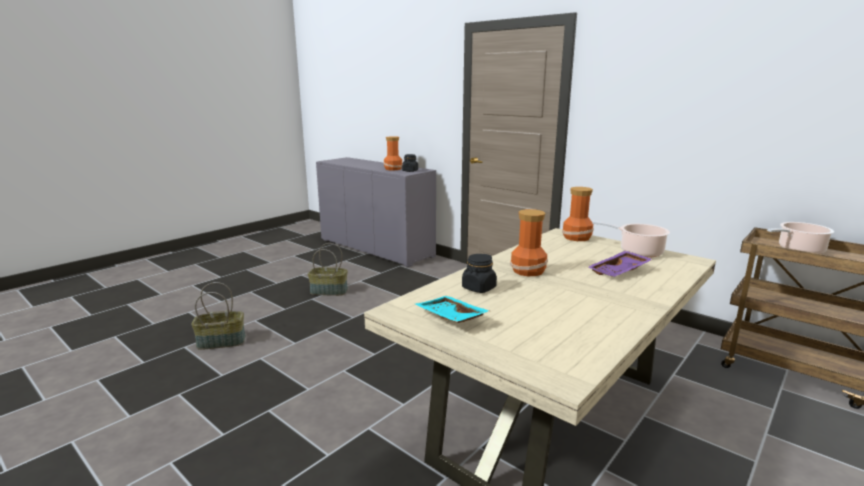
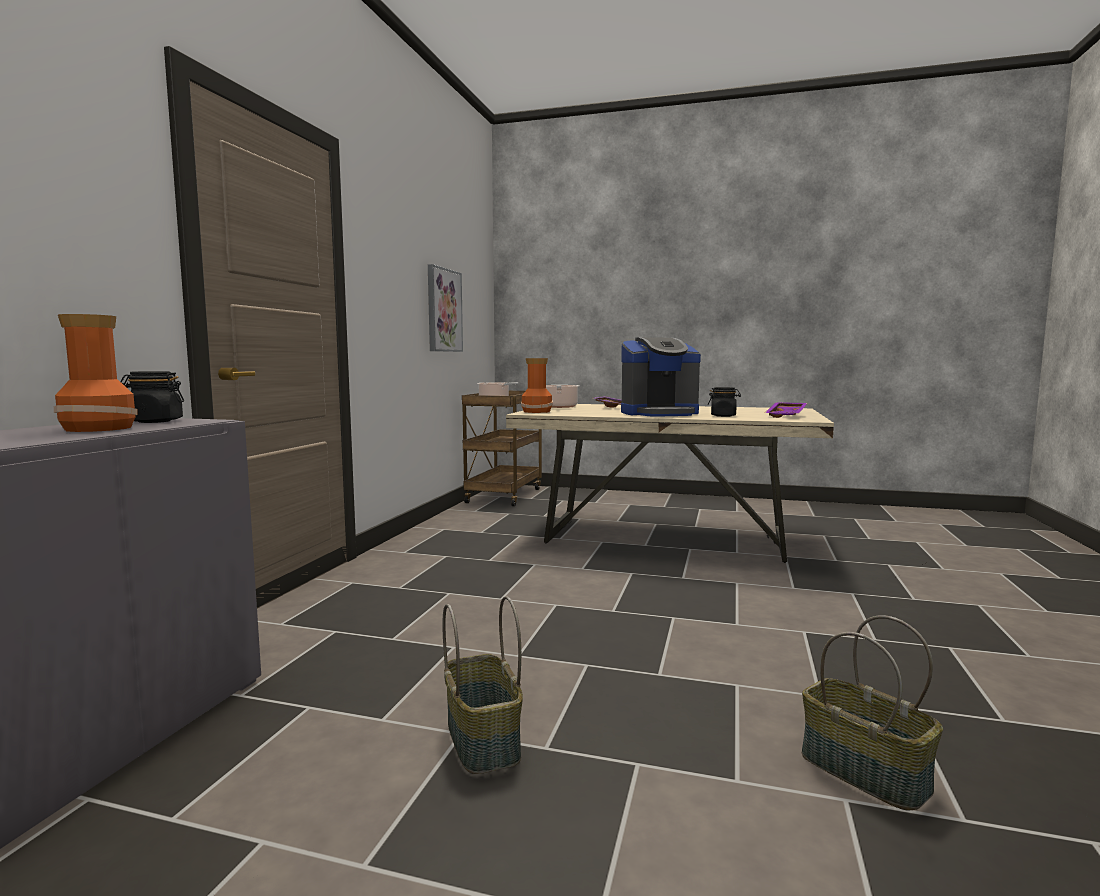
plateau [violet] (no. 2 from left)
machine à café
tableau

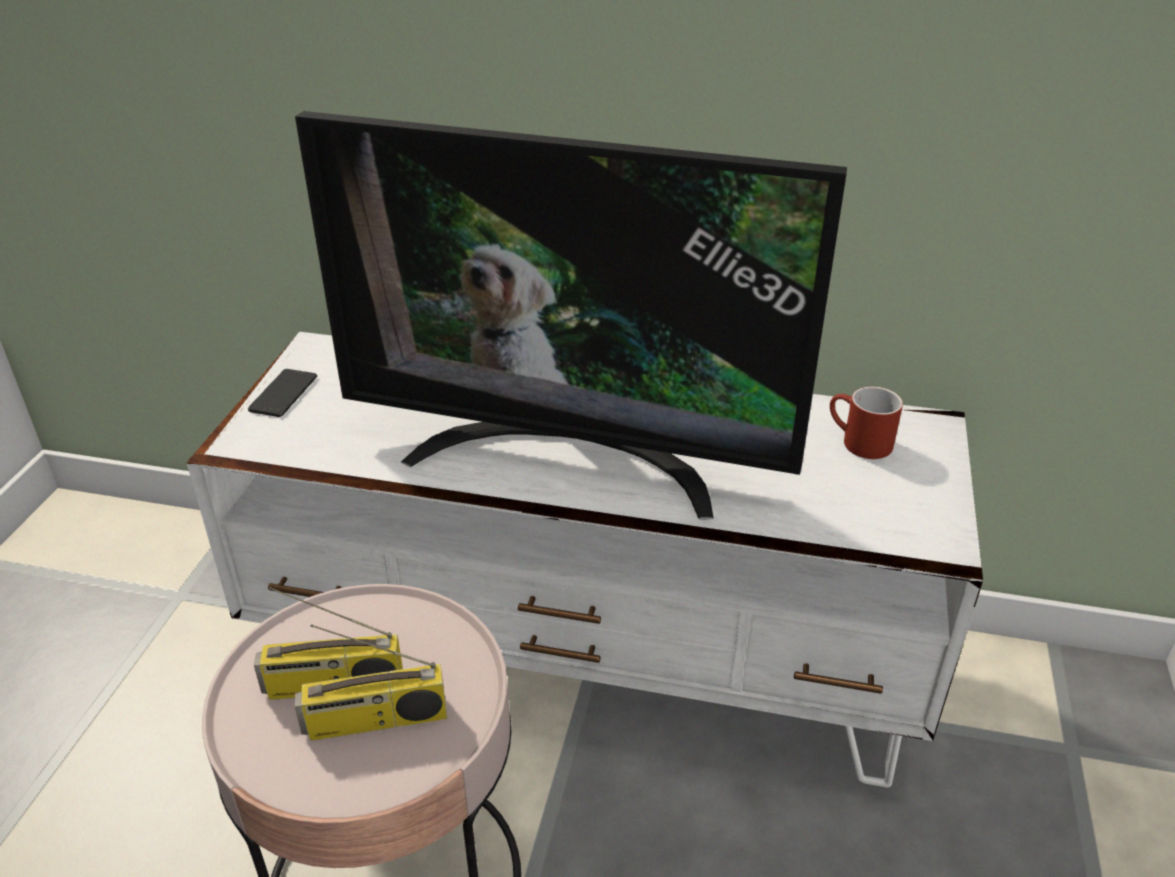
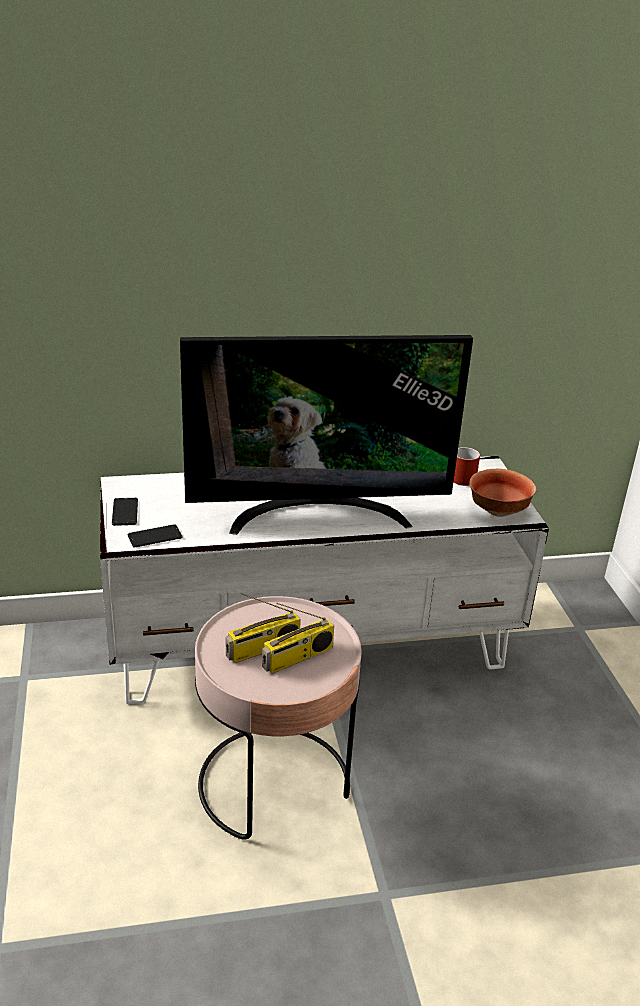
téléphone (no. 2 from left)
bol

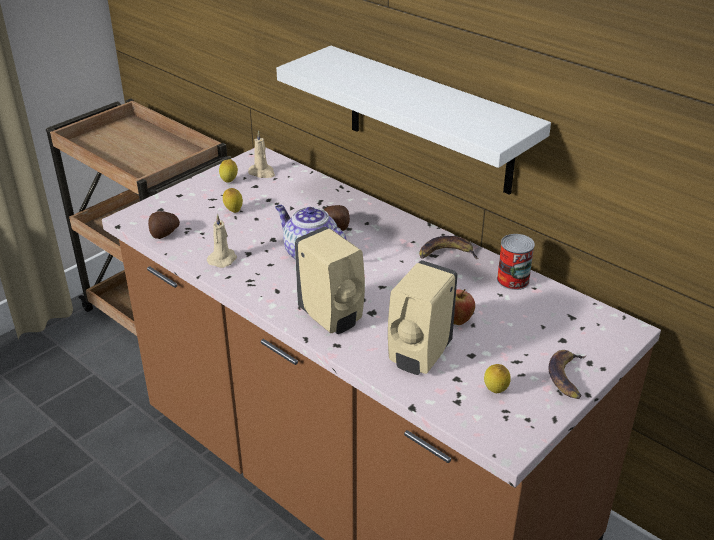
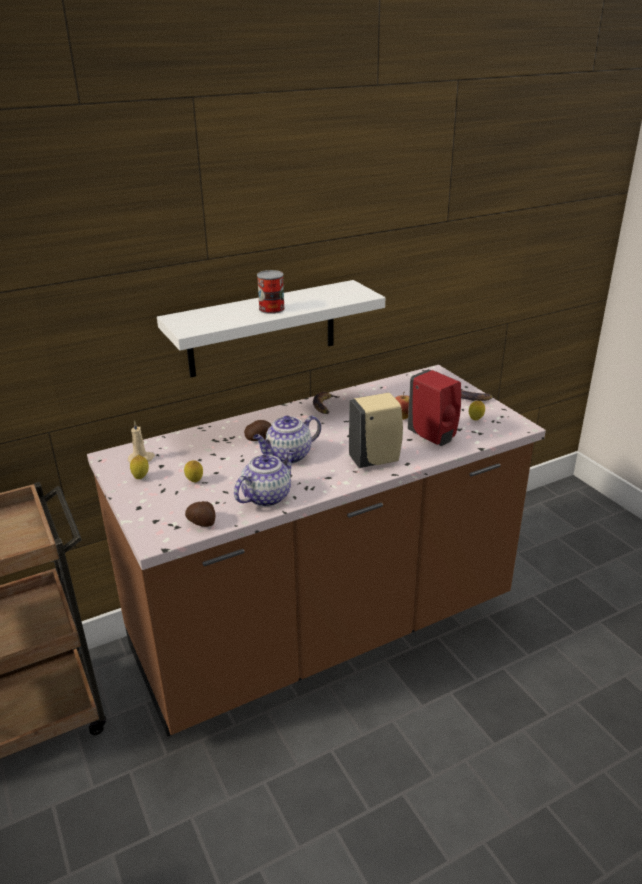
théière (no. 1 from left)
distributeur de savon [rouge]
boîte métallique

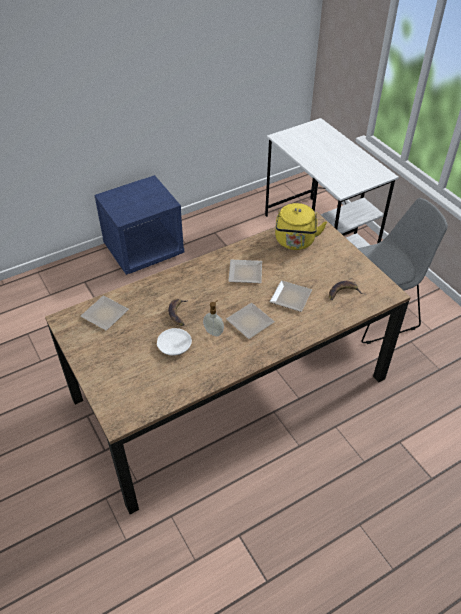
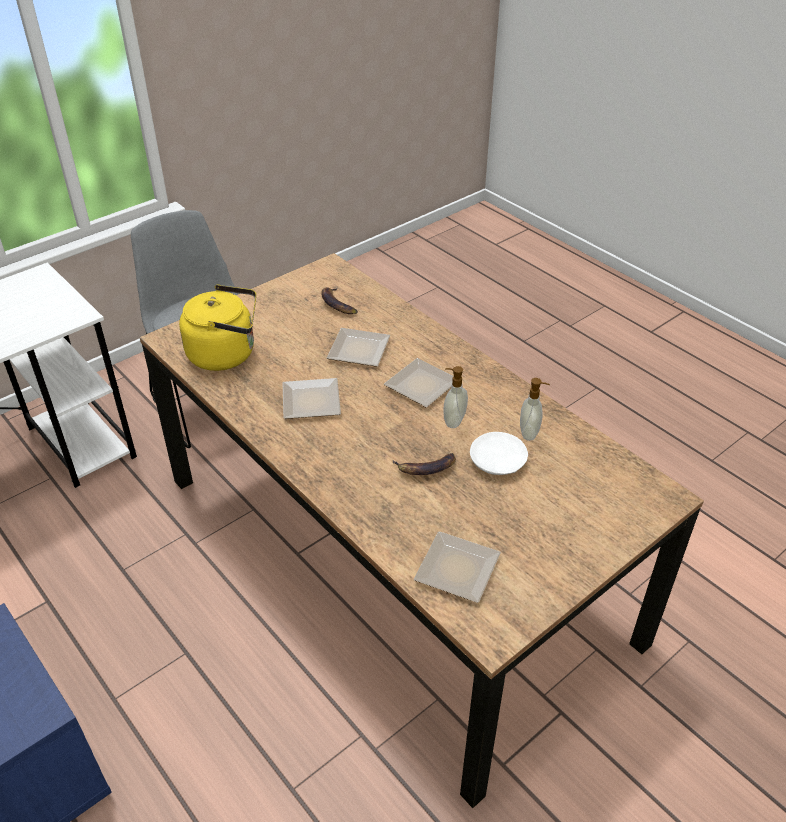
distributeur de savon (no. 2 from left)

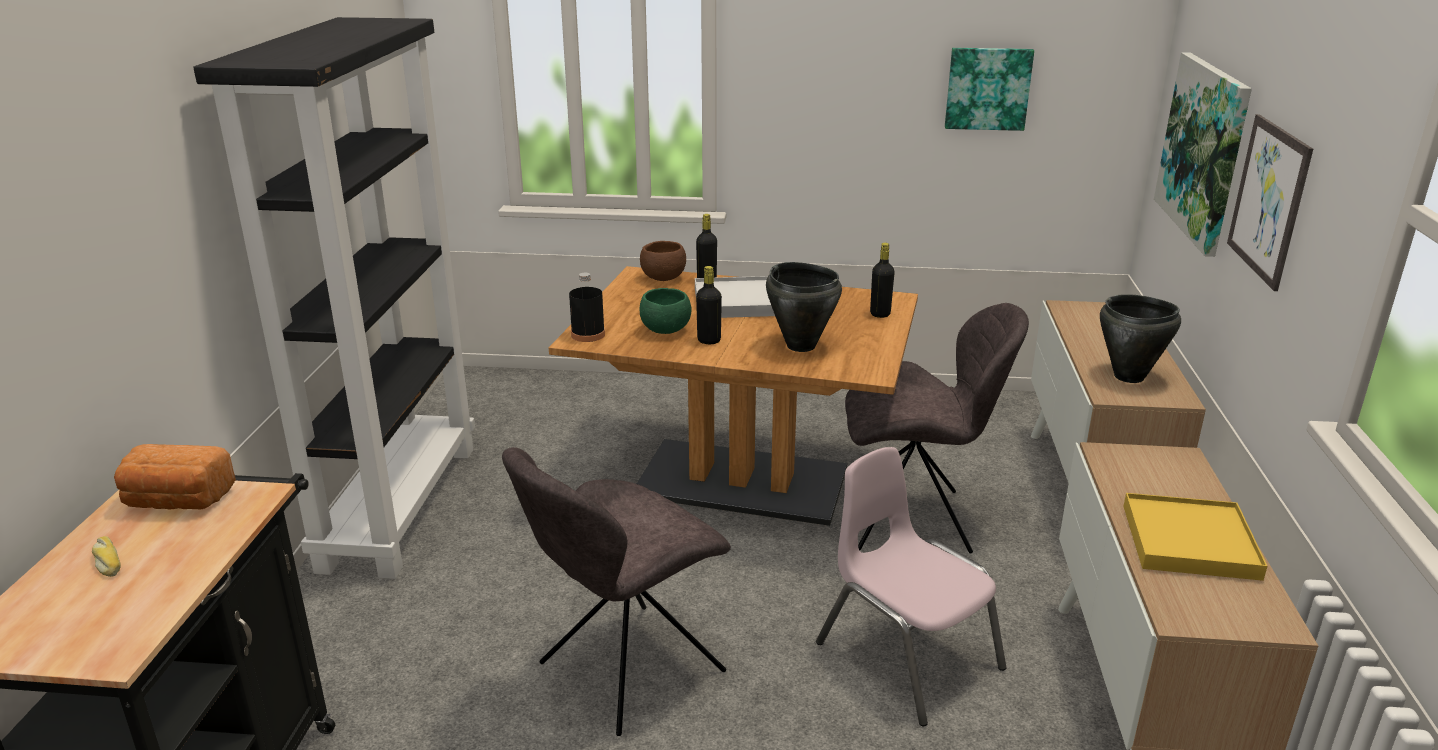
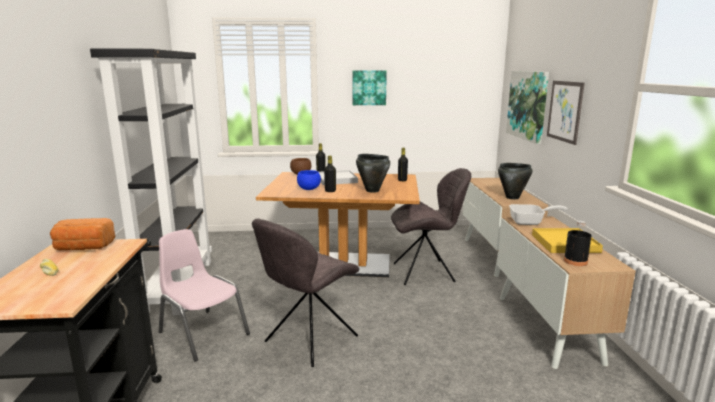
bouteille [noir] (no. 4 from left)
bol [bleu]
chaise [rose]
tableau (no. 1 from left)
poêle

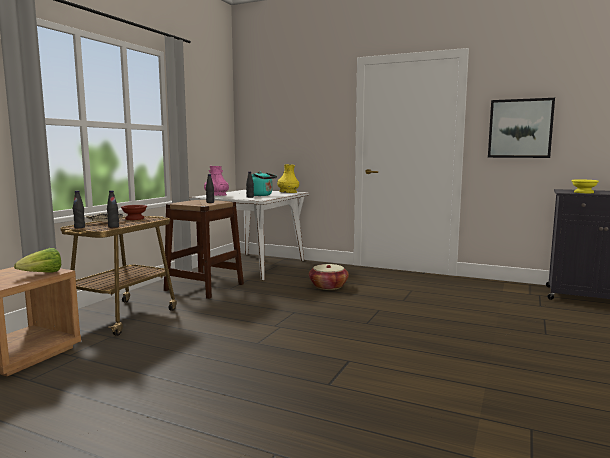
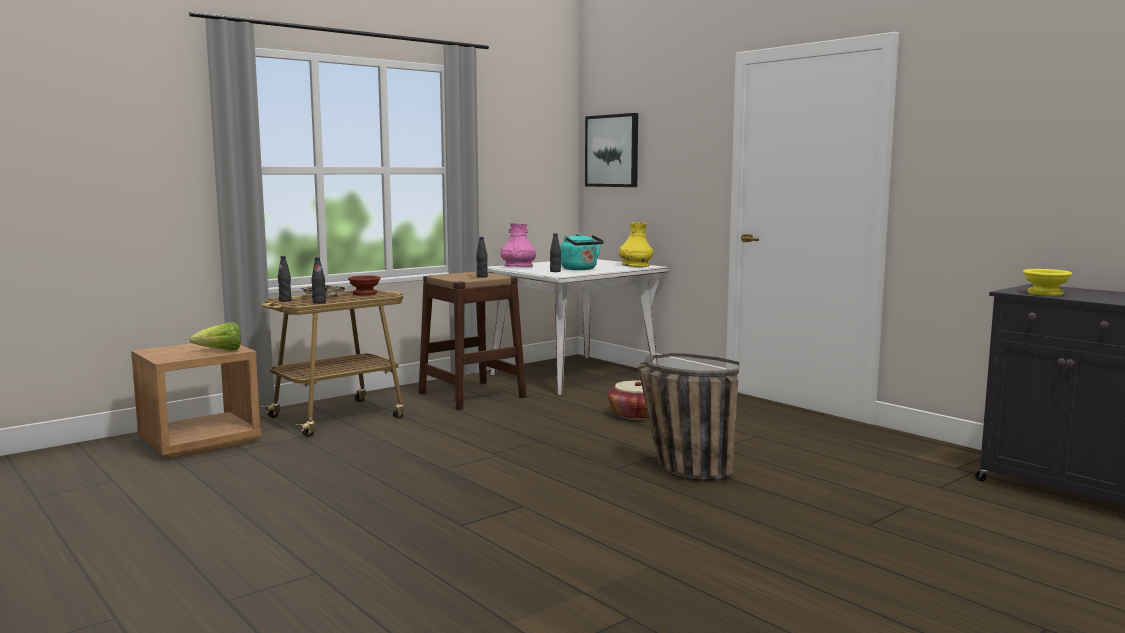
tableau
panier (no. 2 from left)

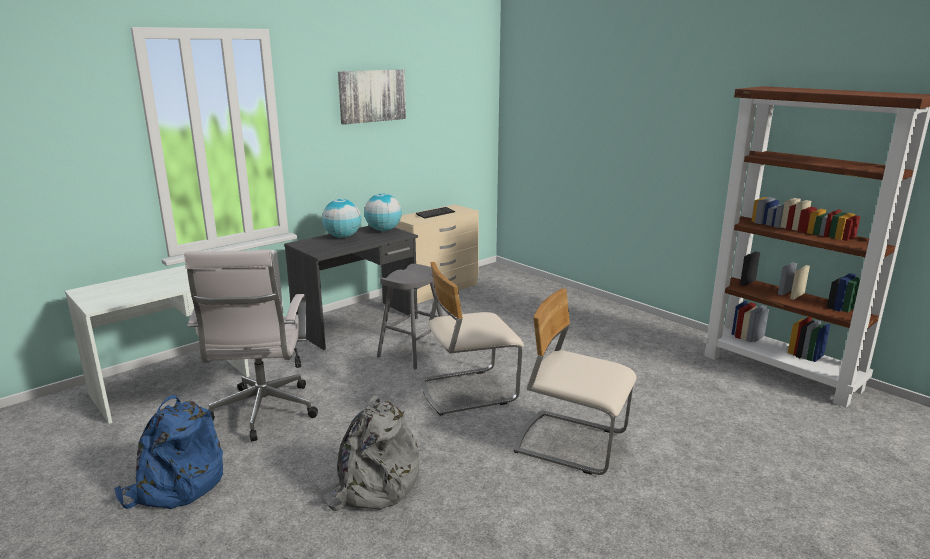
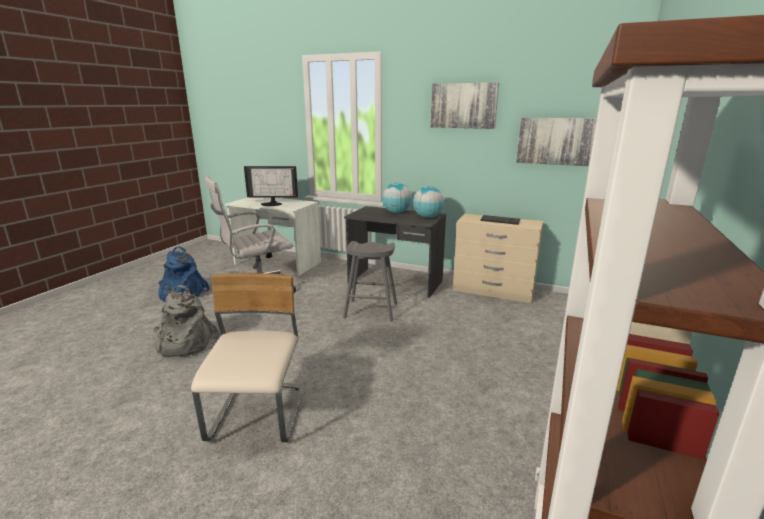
chaise [beige] (no. 1 from left in the first image)
écran d'ordinateur
tableau (no. 2 from left)

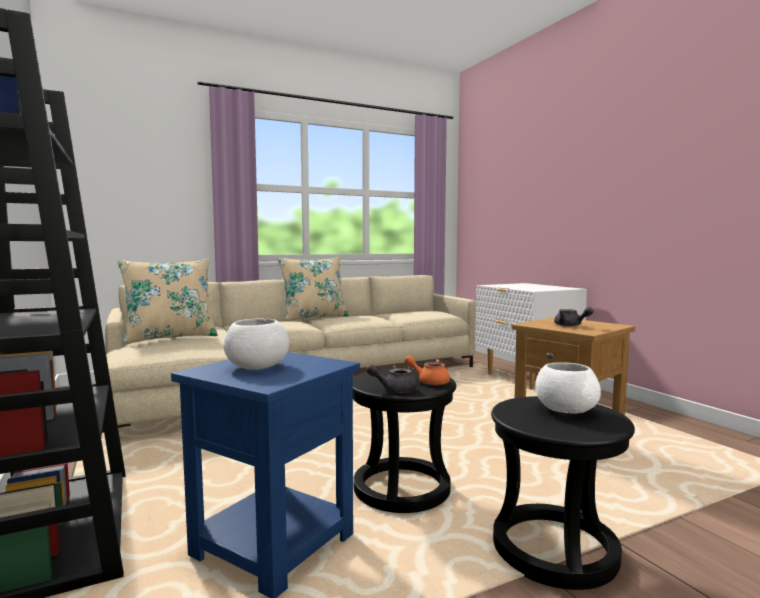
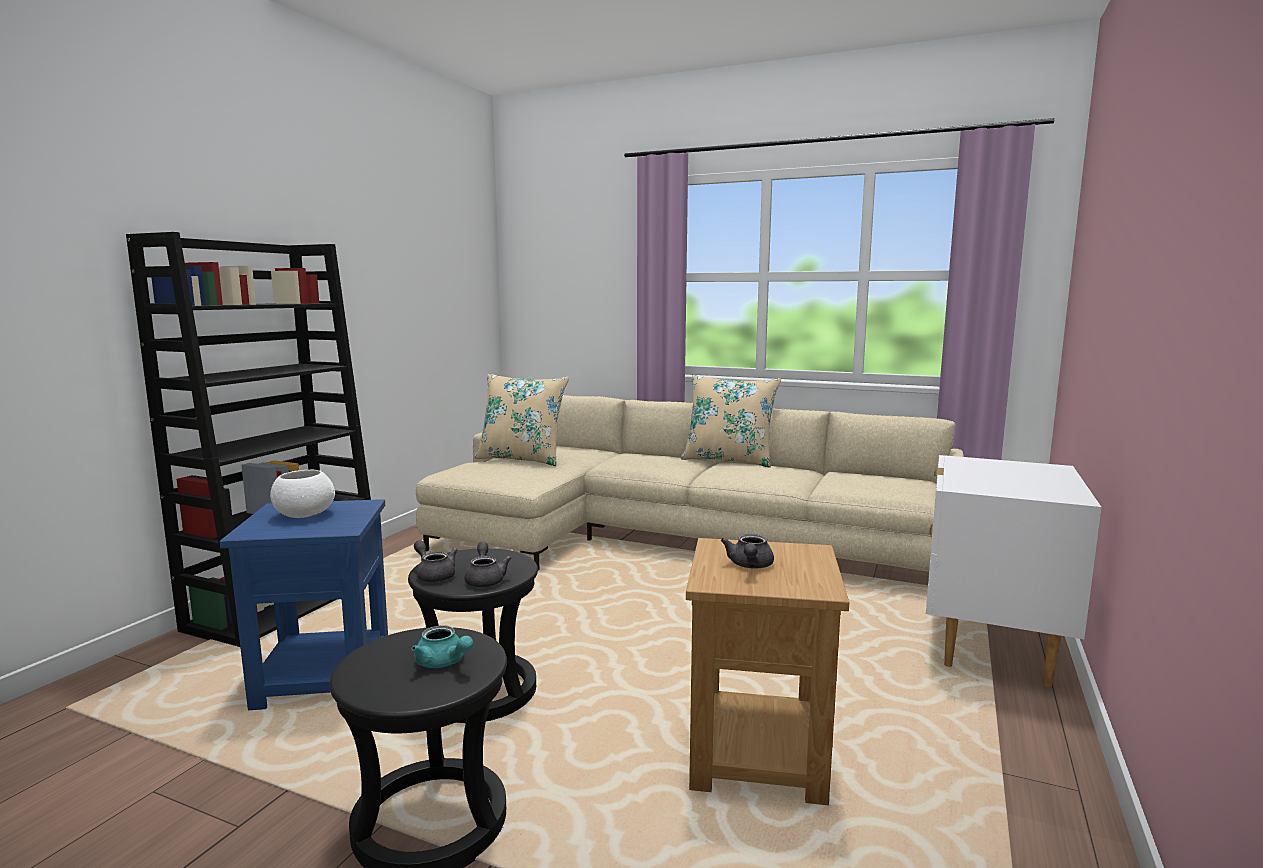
théière [gris] (no. 2 from left)
théière [turquoise]

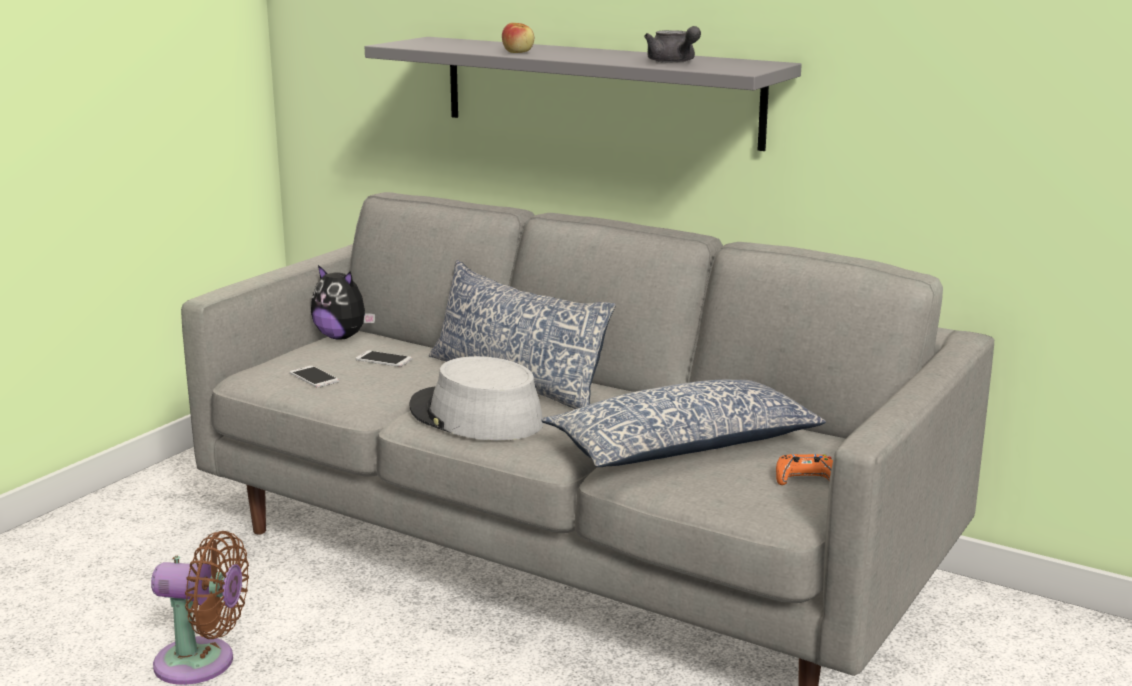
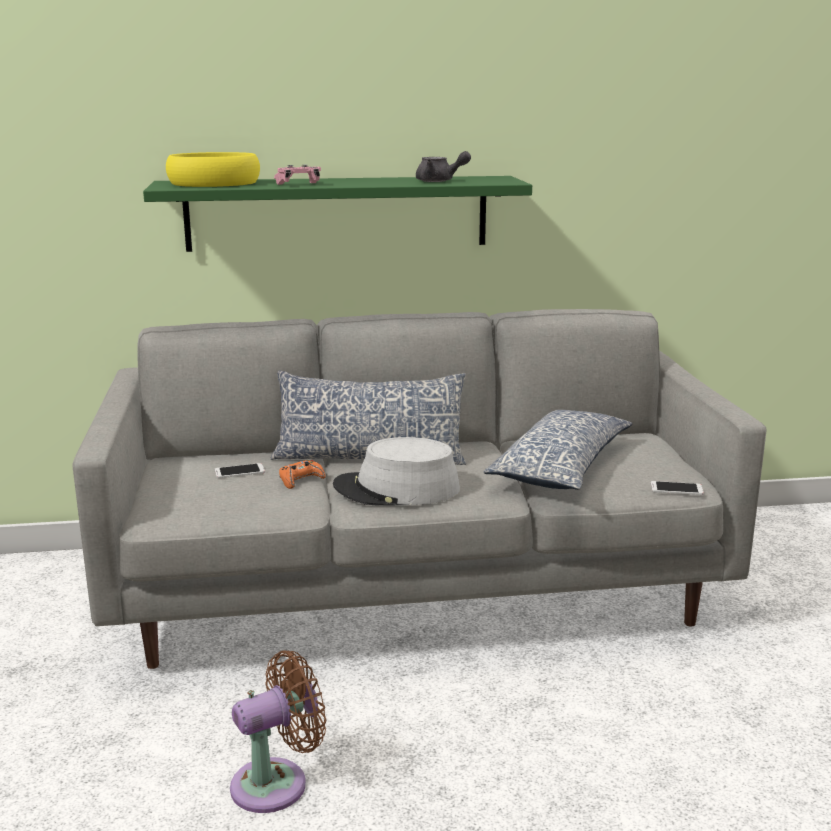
téléphone (no. 2 from left)
peluche
étagère [vert]
manette [rose]
manette [orange]
bol [jaune]

